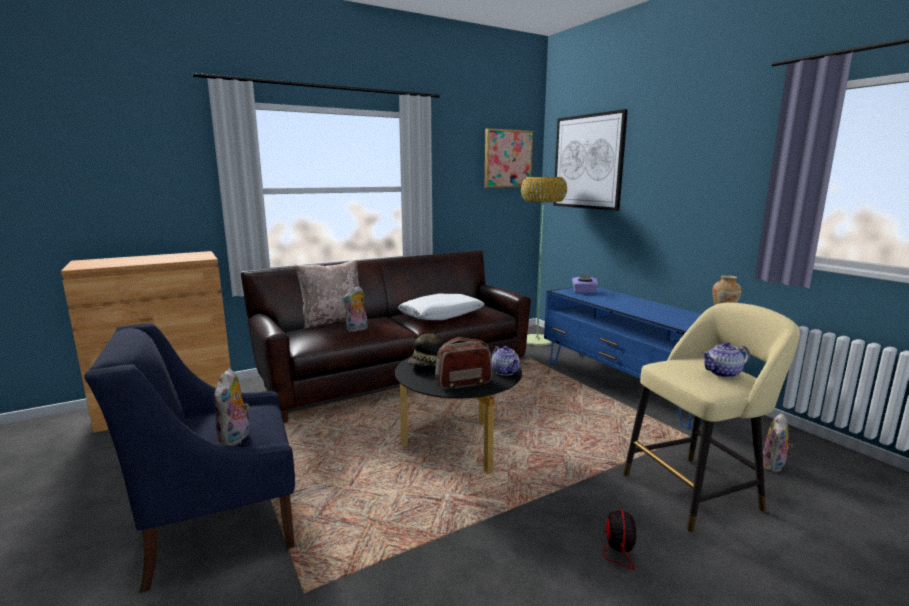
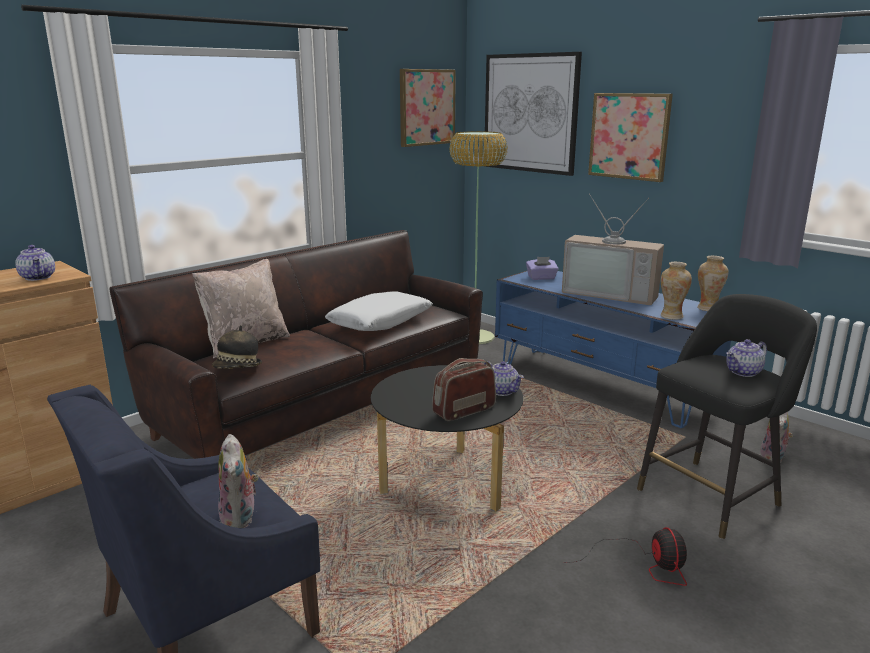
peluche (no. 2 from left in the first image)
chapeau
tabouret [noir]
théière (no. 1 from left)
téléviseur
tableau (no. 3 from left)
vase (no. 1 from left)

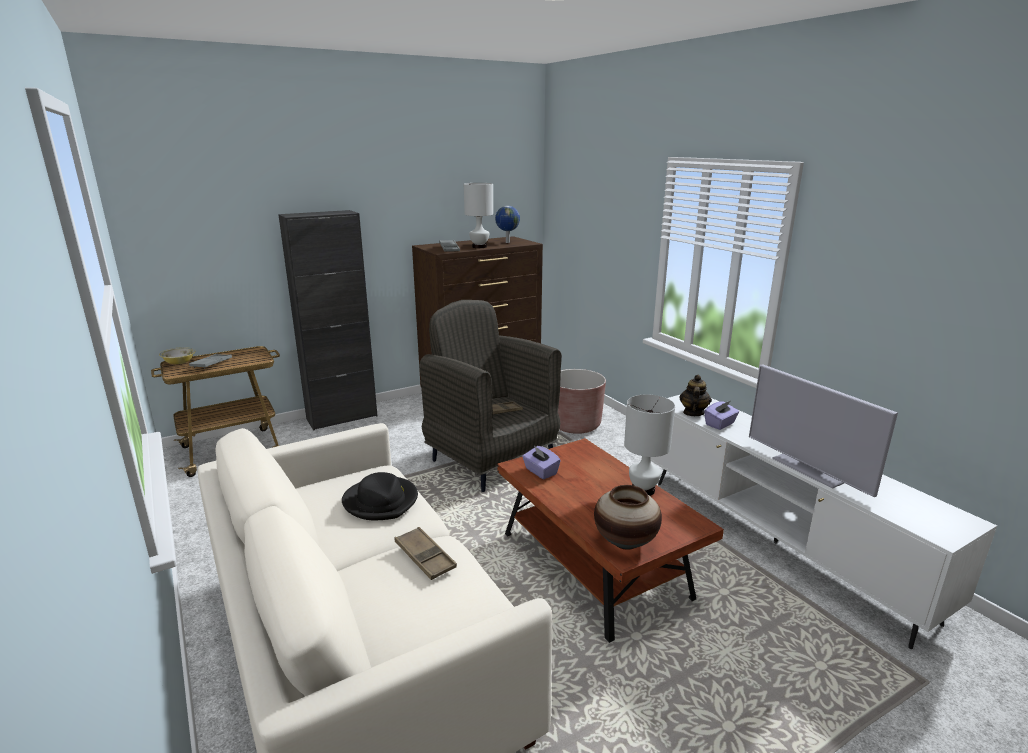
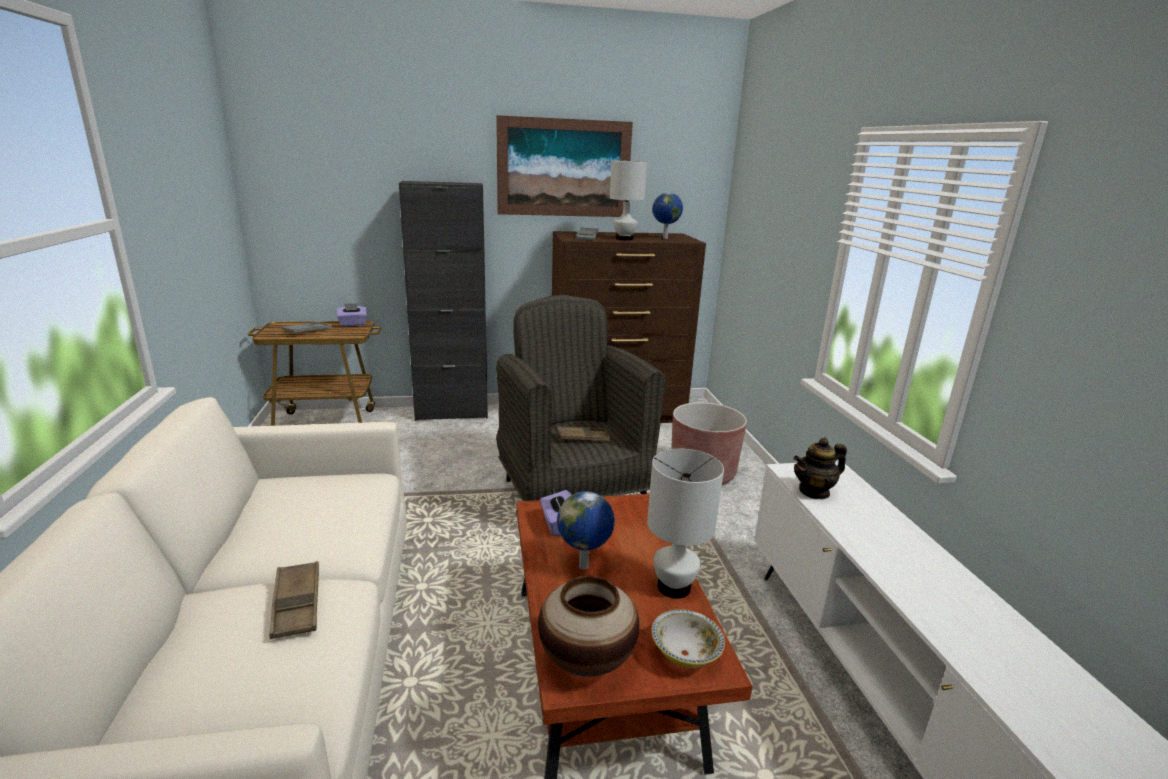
bol
chapeau [noir]
théière
boîte à mouchoirs [violet] (no. 1 from left)
téléviseur
tableau
globe (no. 1 from left)

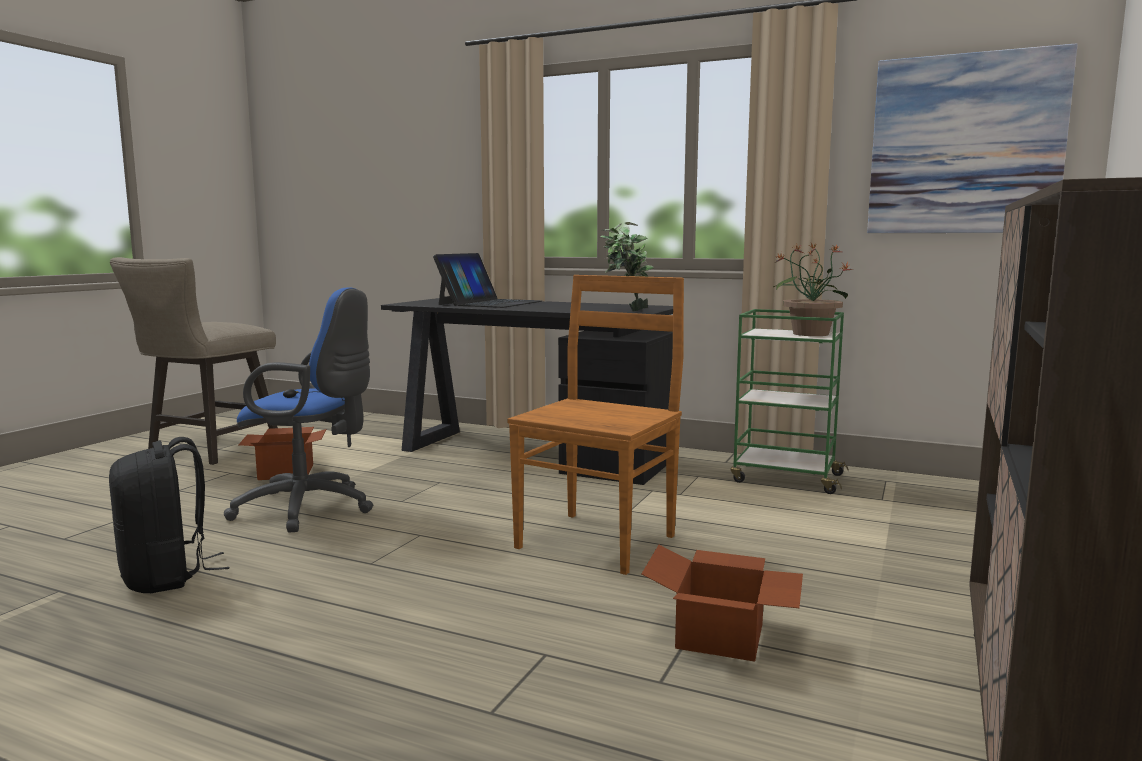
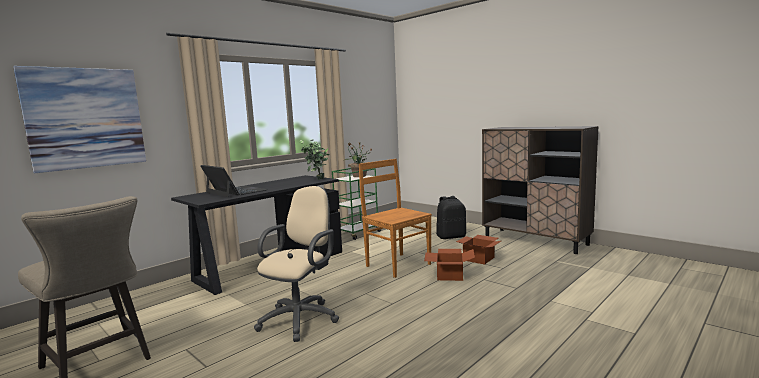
sac à dos [noir]
chaise de bureau [beige]
carton (no. 1 from left)
tableau

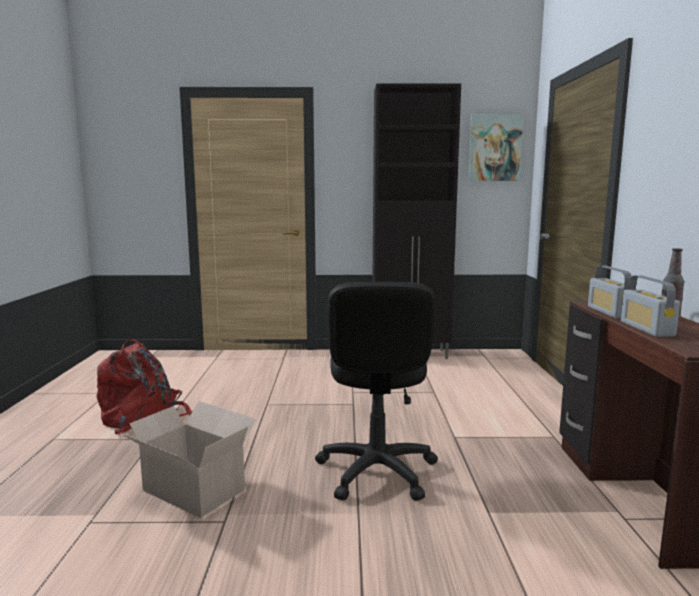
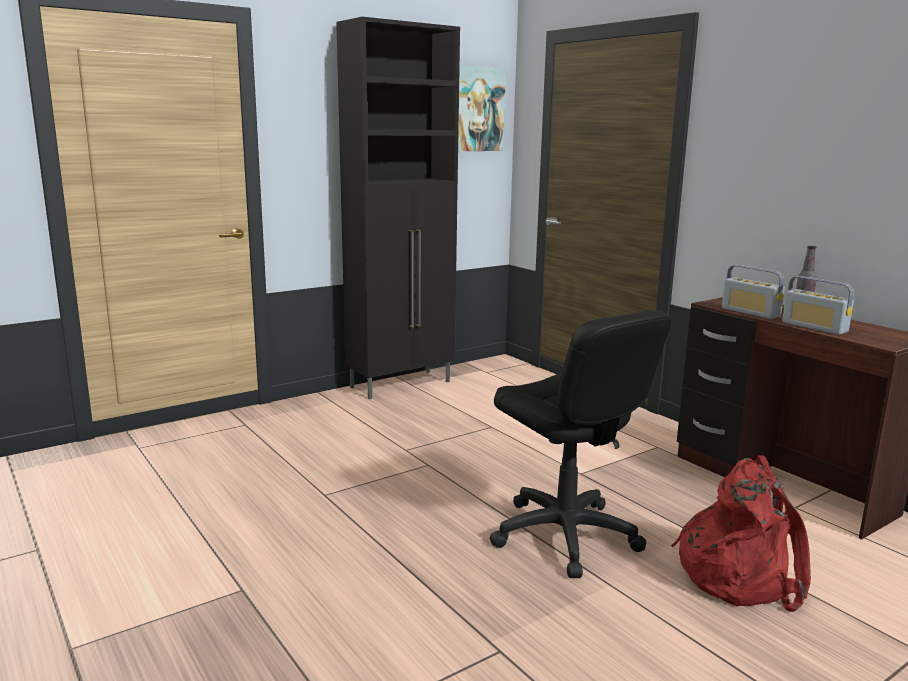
sac à dos [rouge]
carton

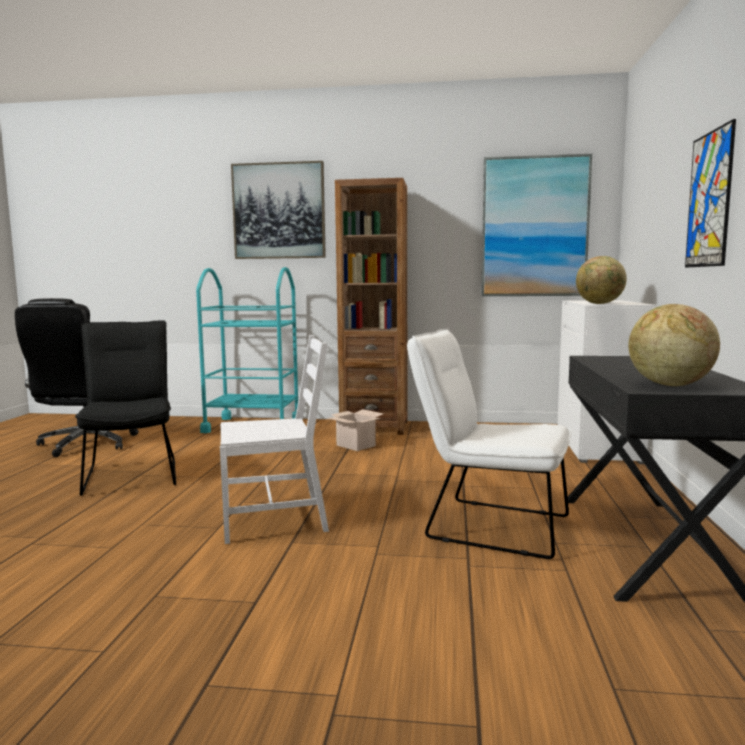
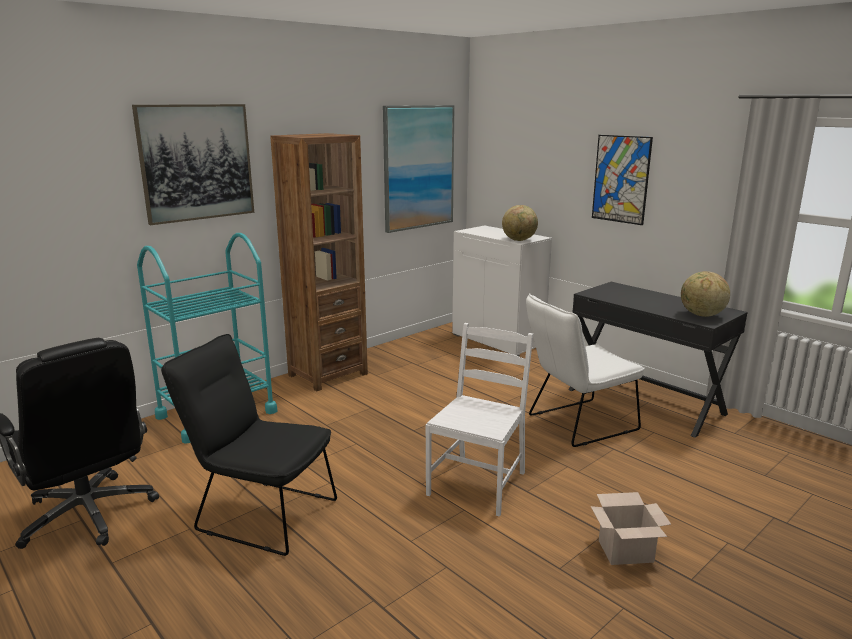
carton

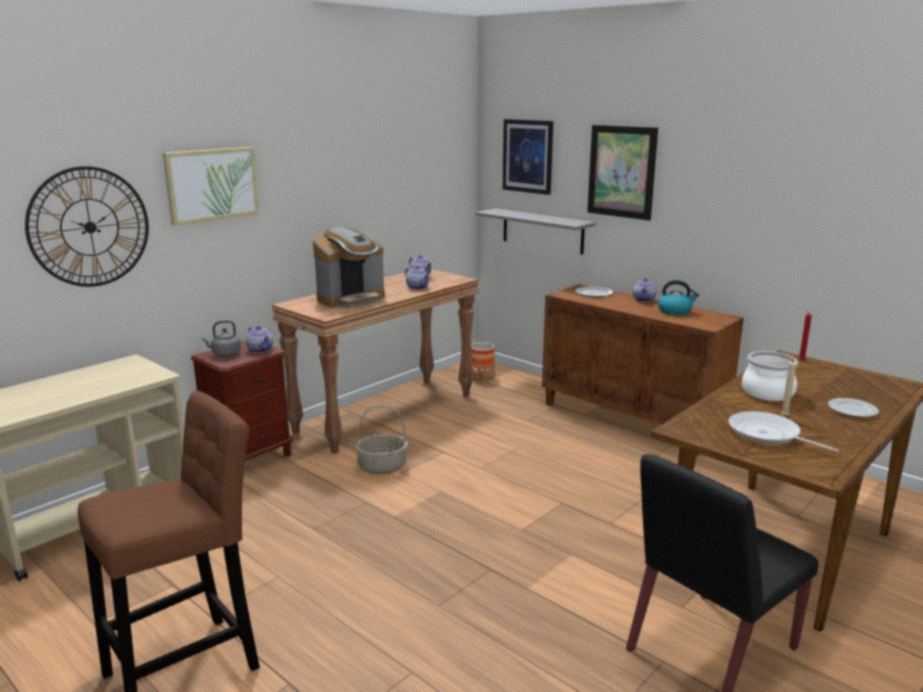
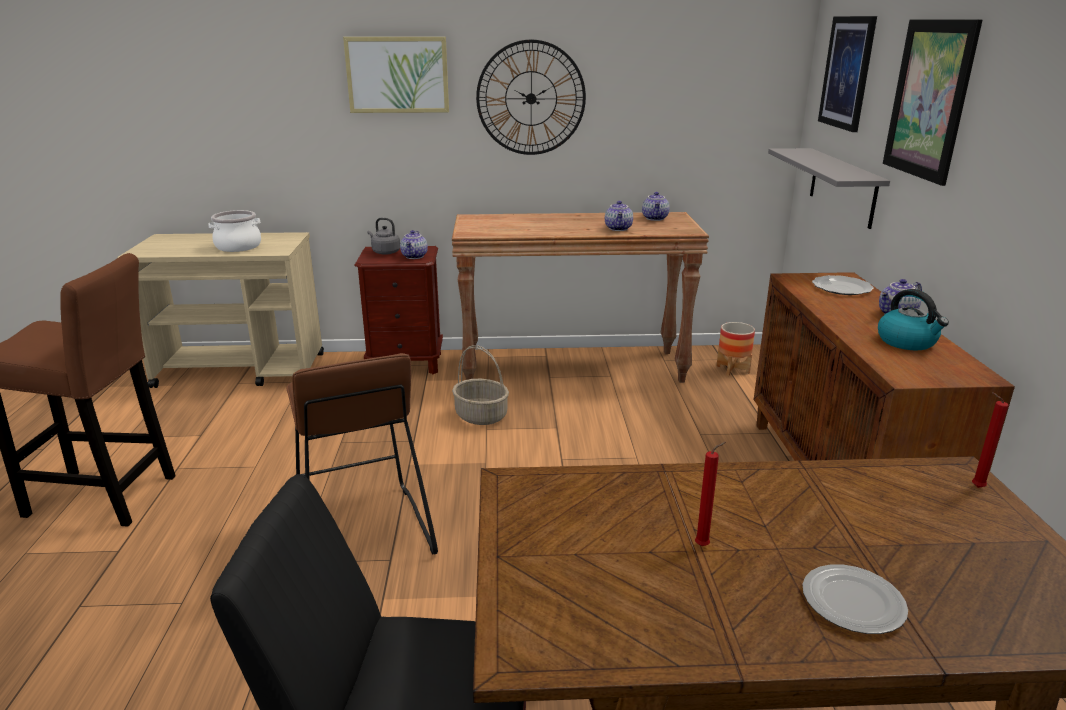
horloge murale
machine à café
poêle
marmite
bougie [rouge] (no. 1 from left)
tabouret [marron] (no. 2 from left)

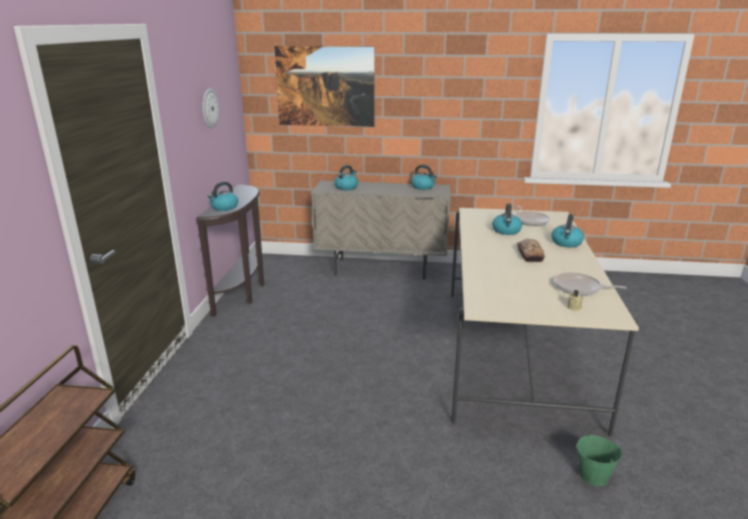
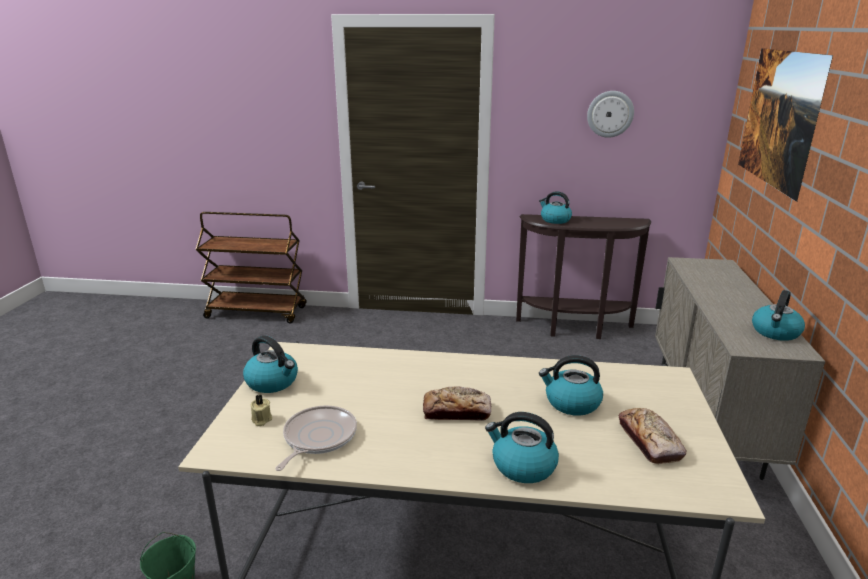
bouilloire (no. 1 from left)
pain (no. 2 from left)

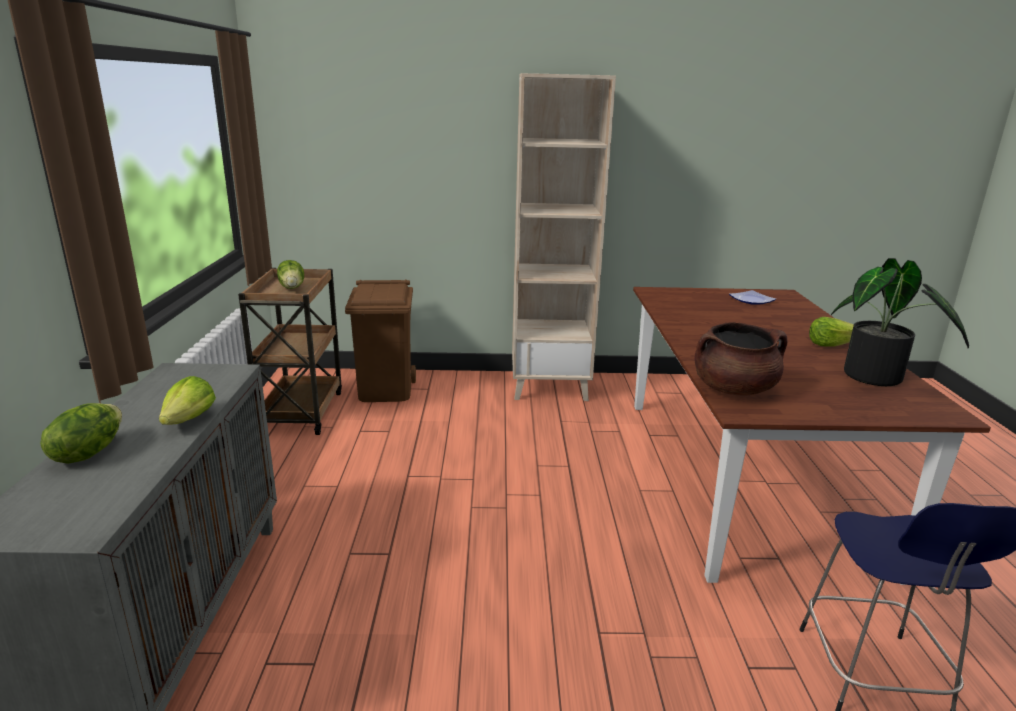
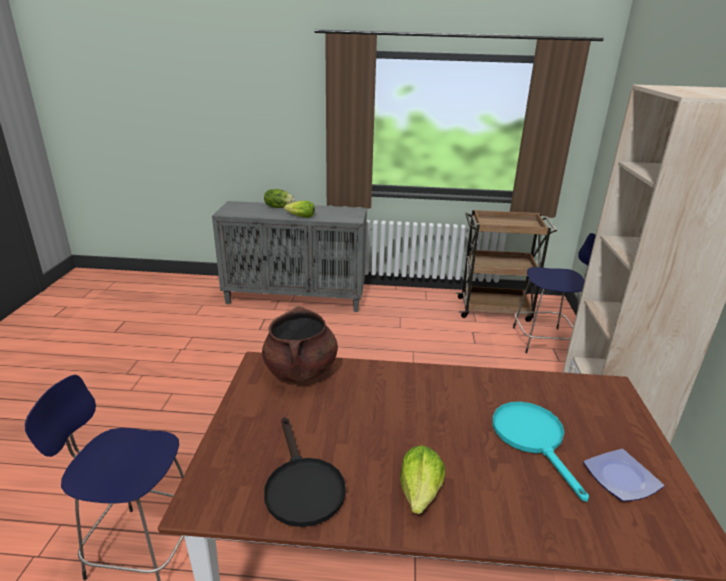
laitue (no. 3 from left in the first image)
tabouret [bleu] (no. 2 from left)
poêle [noir]
poêle [turquoise]

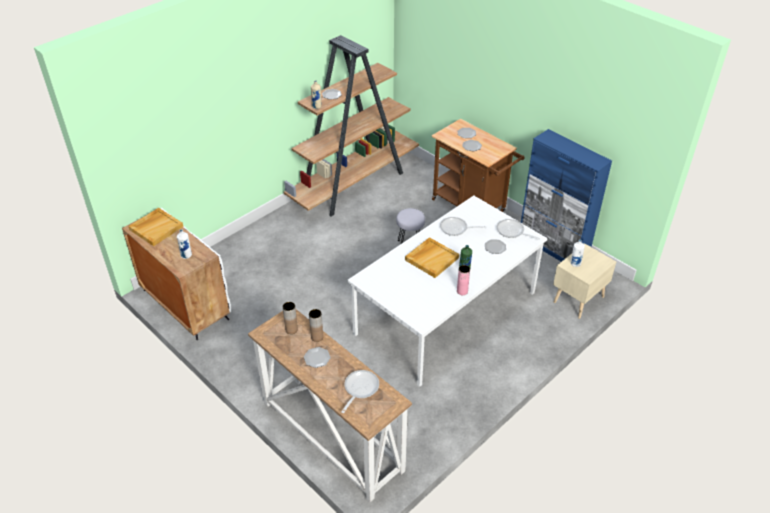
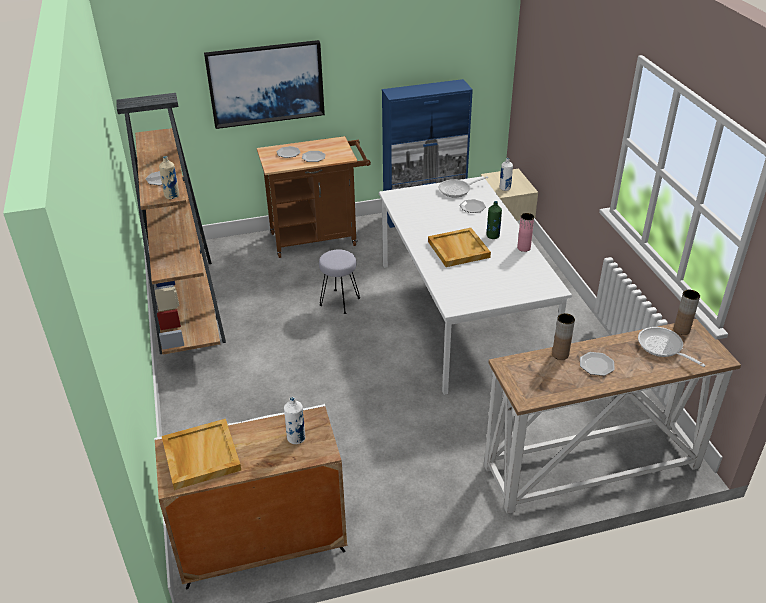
vase [marron] (no. 2 from left)
poêle (no. 2 from left in the first image)
tableau

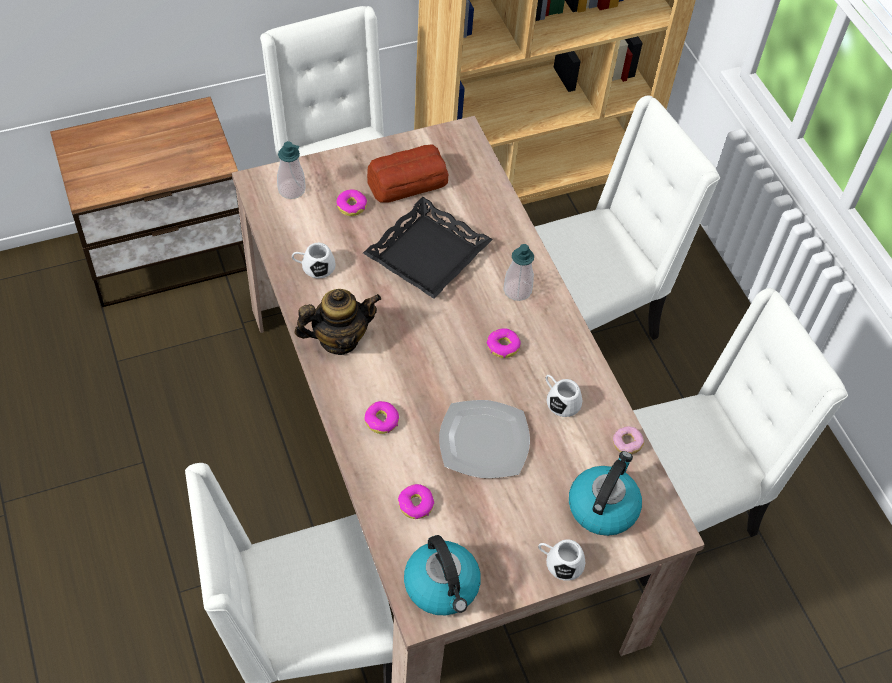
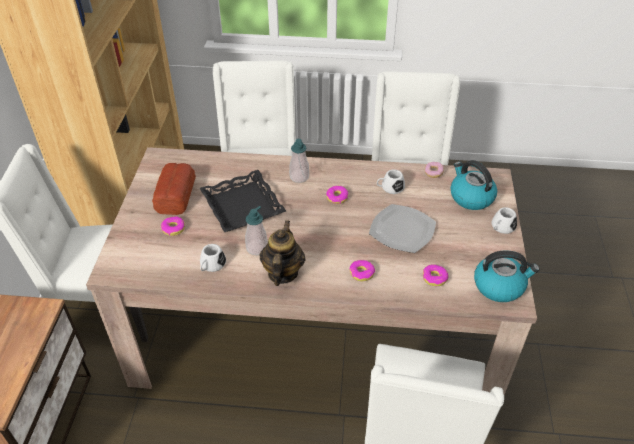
distributeur de savon (no. 1 from left)

